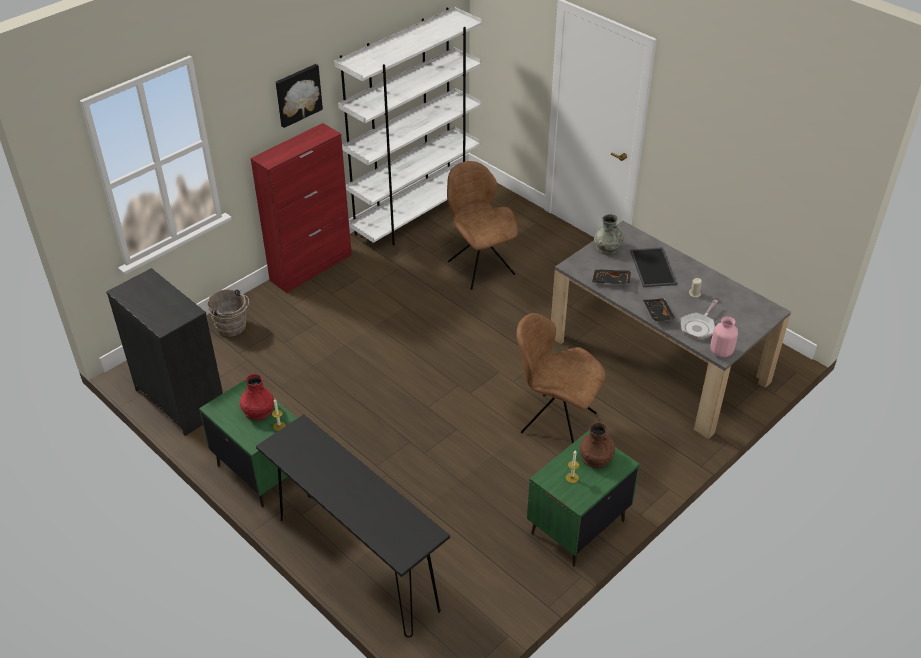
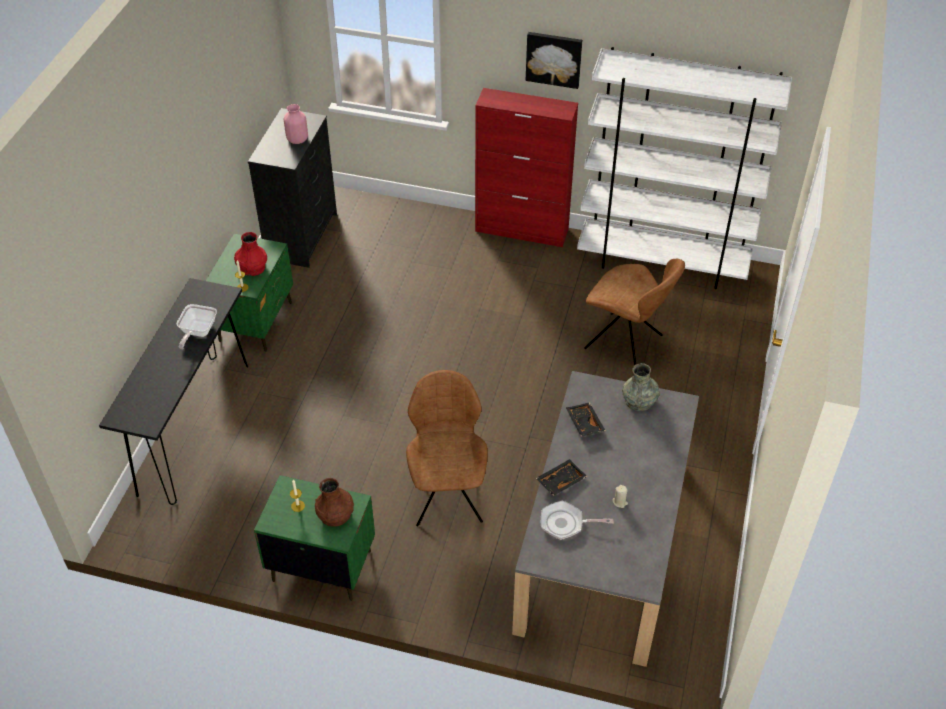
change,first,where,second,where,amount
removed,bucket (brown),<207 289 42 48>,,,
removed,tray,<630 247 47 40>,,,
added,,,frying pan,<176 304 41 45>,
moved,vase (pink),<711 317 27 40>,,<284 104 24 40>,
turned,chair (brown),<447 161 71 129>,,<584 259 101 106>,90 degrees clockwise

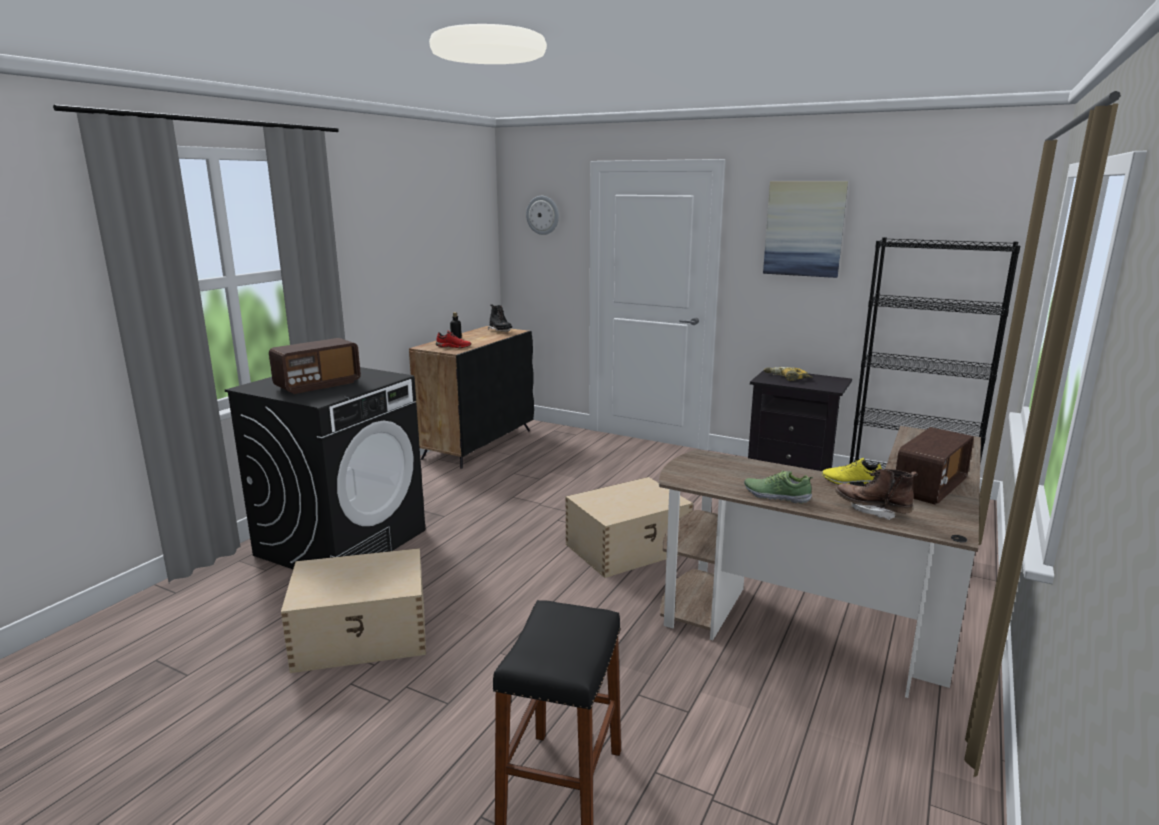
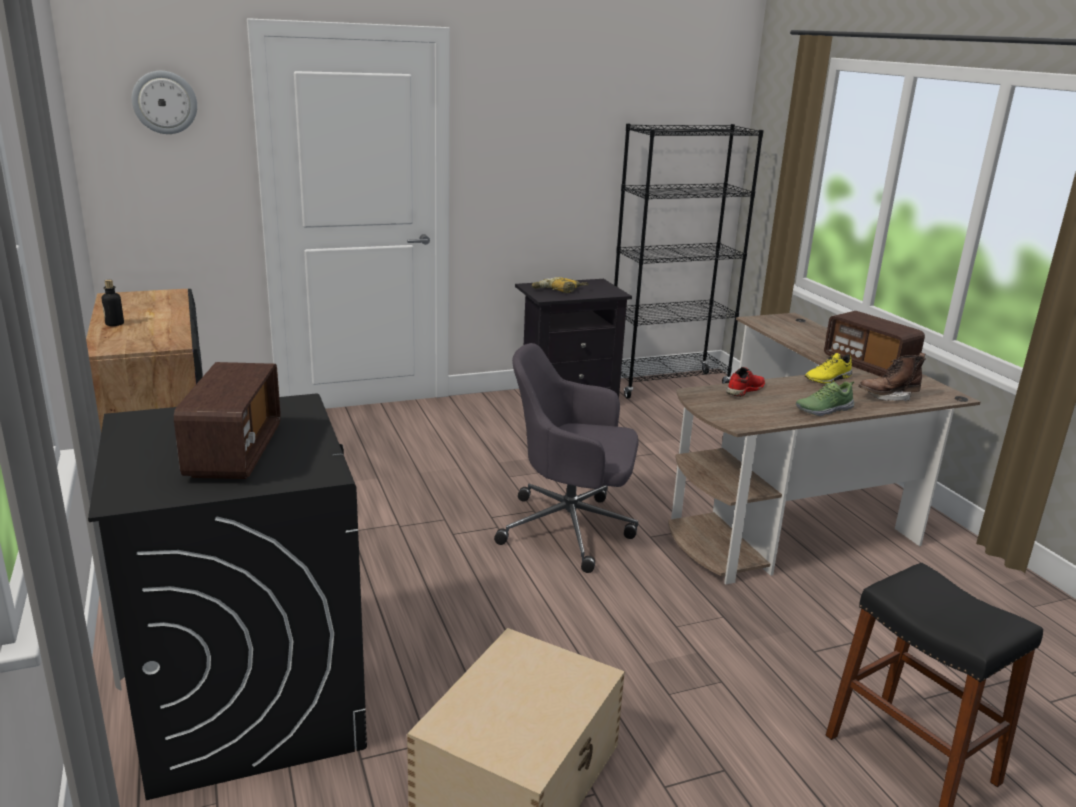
change,first,where,second,where,amount
removed,boot (black),<488 304 24 28>,,,
removed,picture,<763 181 85 97>,,,
moved,shoe (red),<436 331 36 17>,,<726 367 39 30>,
replaced,storage box (beige),<565 477 128 101>,office chair (grey),<494 343 145 230>,
turned,radio,<896 427 78 78>,,<824 311 101 66>,150 degrees clockwise

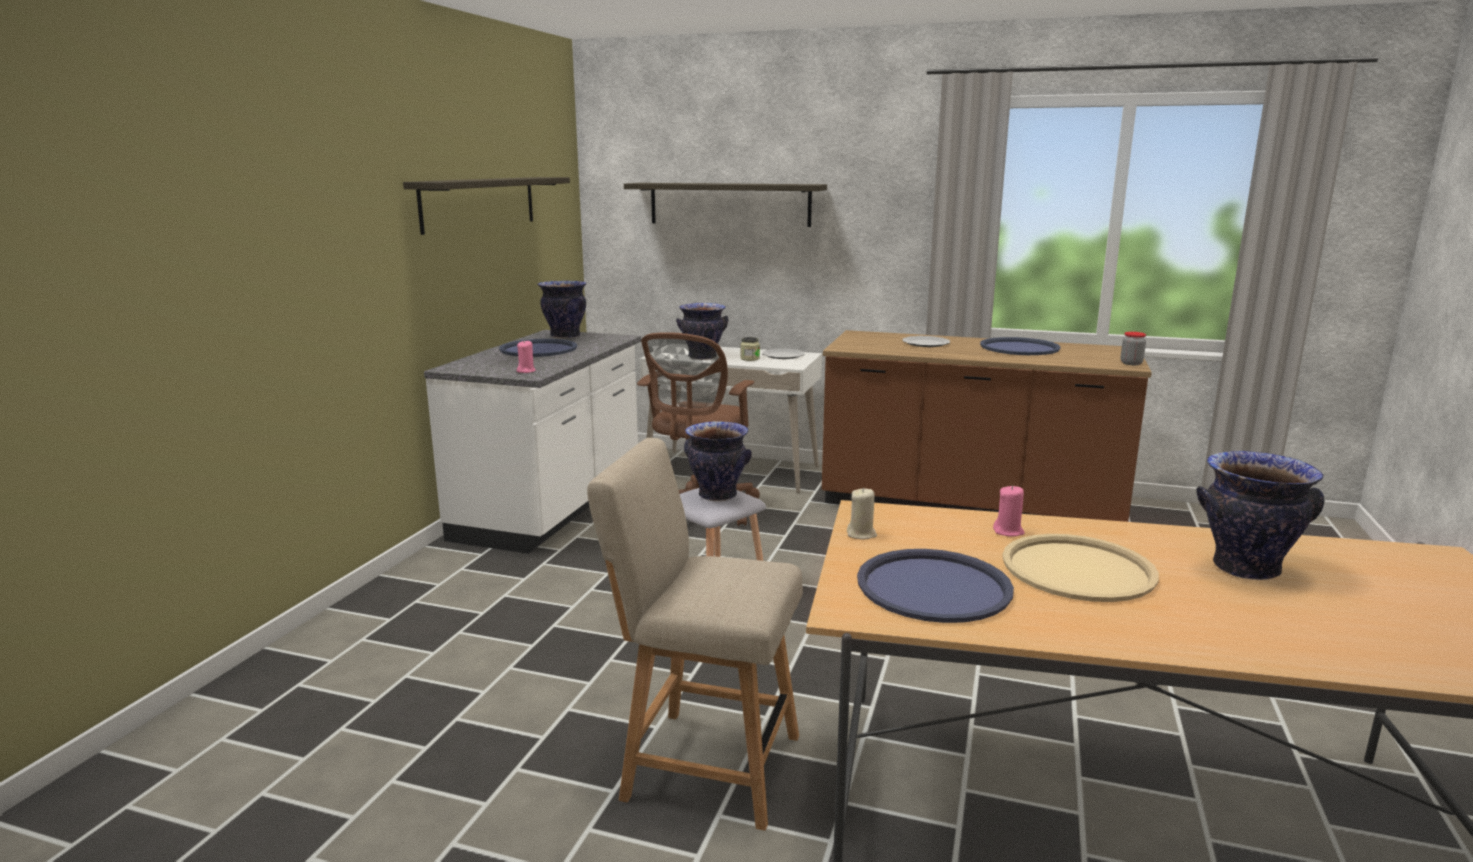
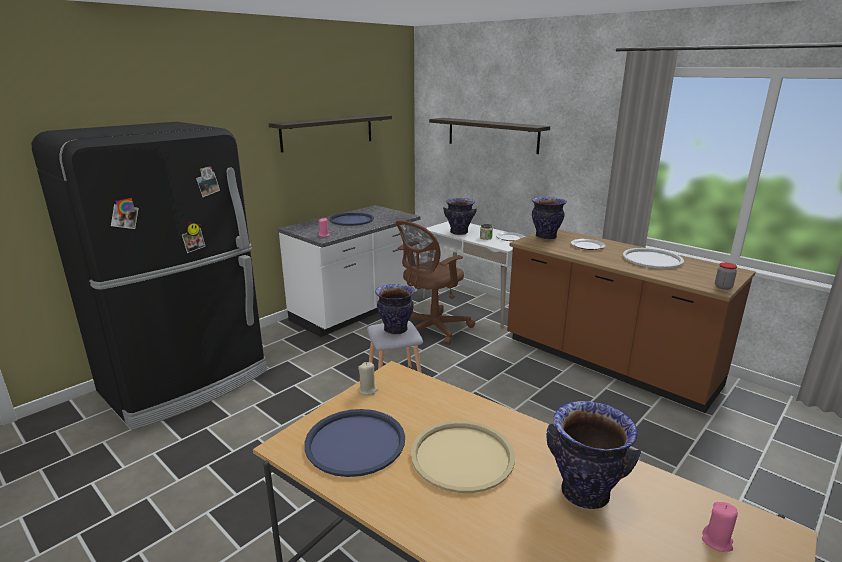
change,first,where,second,where,amount
removed,chair (beige),<587 438 216 393>,,,
added,,,fridge (black),<32 122 235 308>,
moved,vase,<537 281 50 58>,,<532 197 35 43>,
moved,candle (pink),<993 485 32 52>,,<702 502 36 50>,
recoloured,tray (blue),<980 337 81 18>,tray (white),<623 248 61 21>,

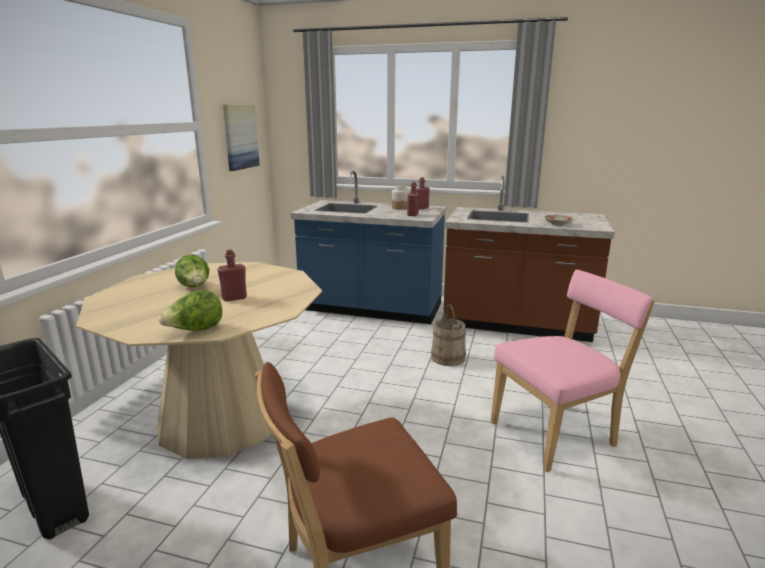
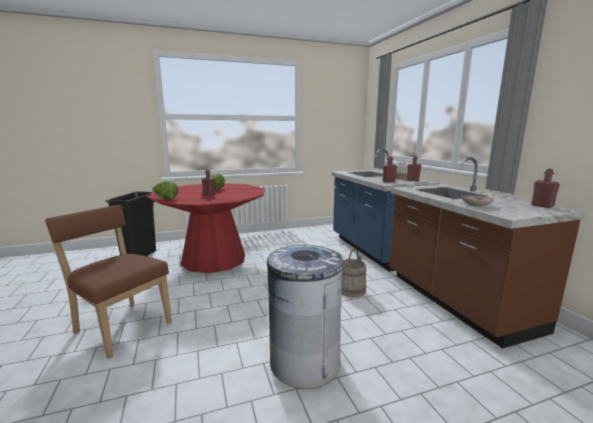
change,first,where,second,where,amount
removed,picture,<223 105 37 66>,,,
added,,,bottle (red),<531 169 29 39>,
replaced,chair (pink),<491 270 164 202>,trash can (grey),<267 245 77 144>,
recoloured,dining table (beige),<76 262 246 197>,dining table (red),<147 183 117 90>,

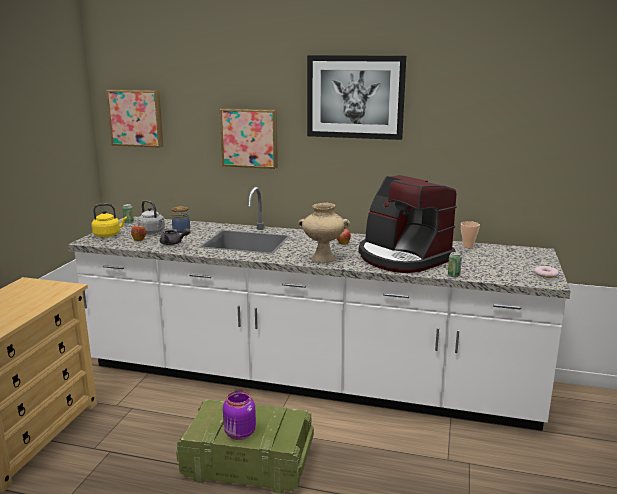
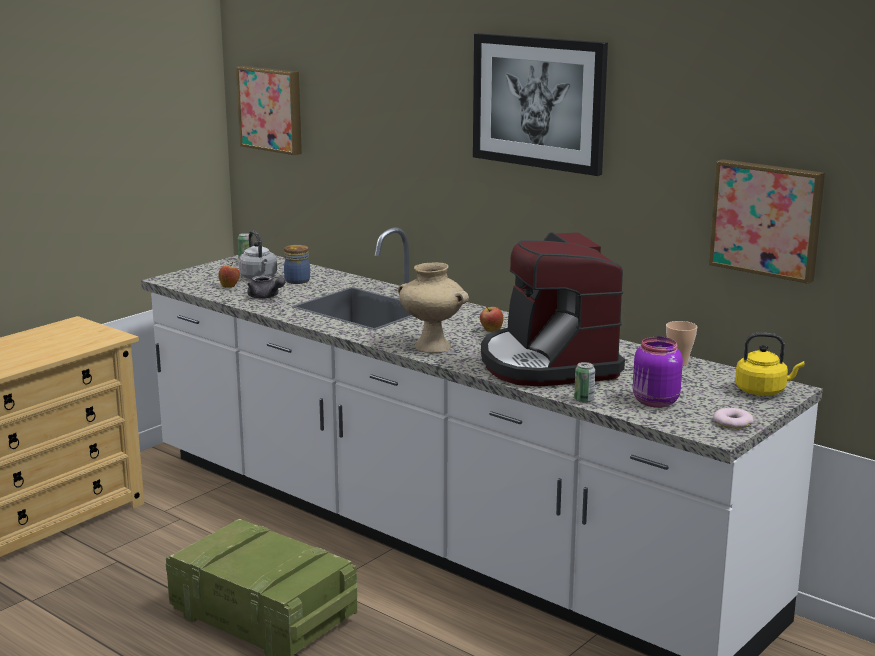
change,first,where,second,where,amount
moved,kettle (yellow),<91 203 36 34>,,<735 333 70 63>,
moved,picture,<220 108 58 61>,,<709 159 116 125>,
moved,jar (purple),<223 391 33 49>,,<633 336 50 72>,

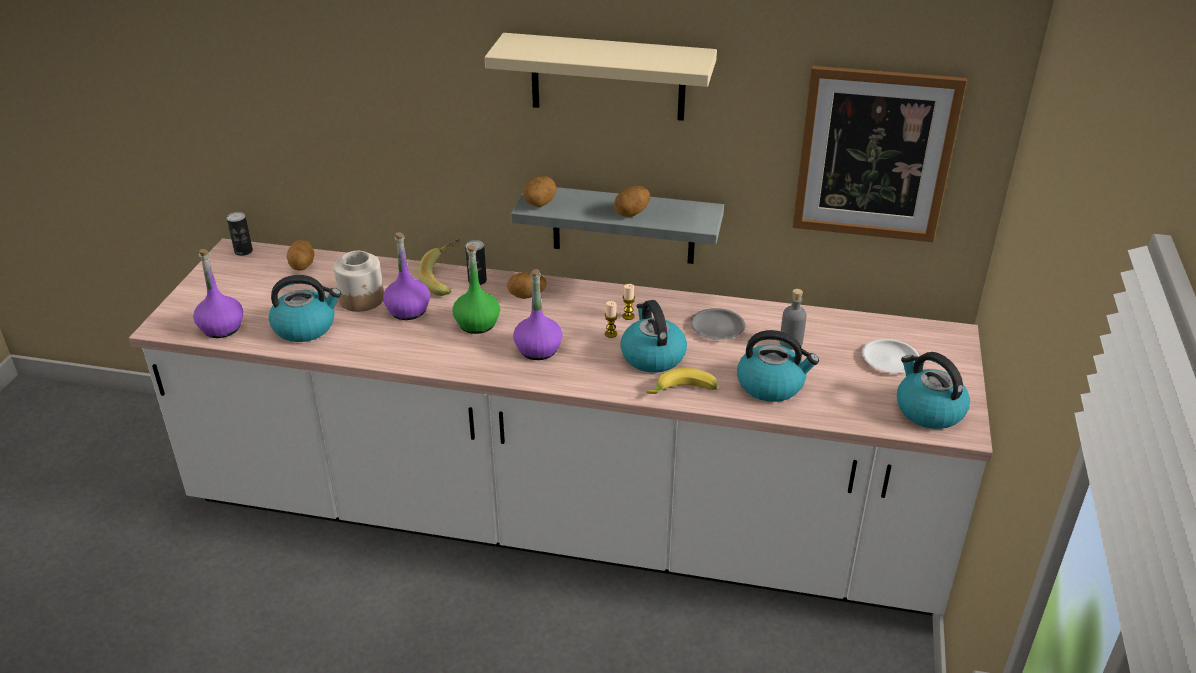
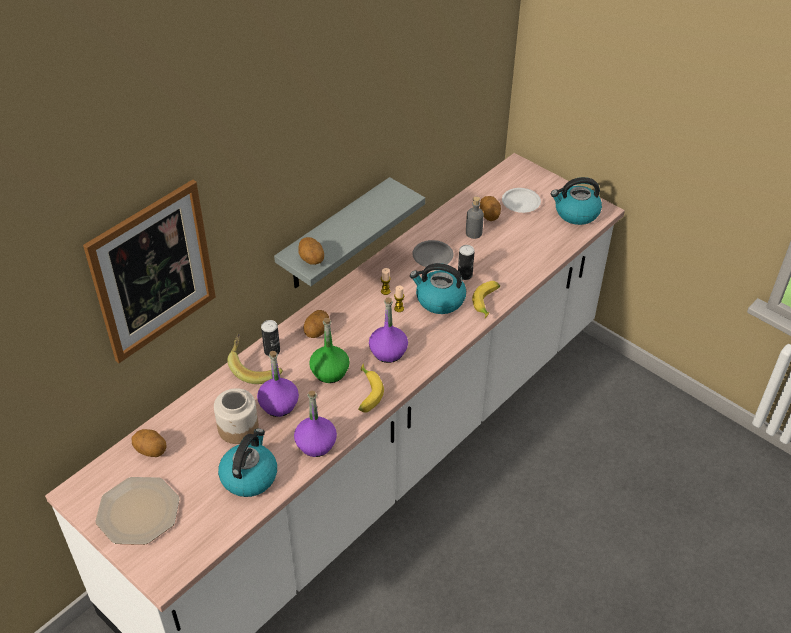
change,first,where,second,where,amount
removed,shelf (beige),<485 33 232 88>,,,
removed,kettle,<737 330 82 72>,,,
added,,,plate,<95 477 85 68>,
added,,,banana,<358 364 26 49>,
moved,bottle (purple),<193 249 50 89>,,<294 391 43 66>,
moved,can,<227 212 26 44>,,<458 245 17 35>,
moved,potato,<614 186 36 31>,,<480 196 21 25>,
moved,picture,<792 66 175 176>,,<83 180 133 183>,

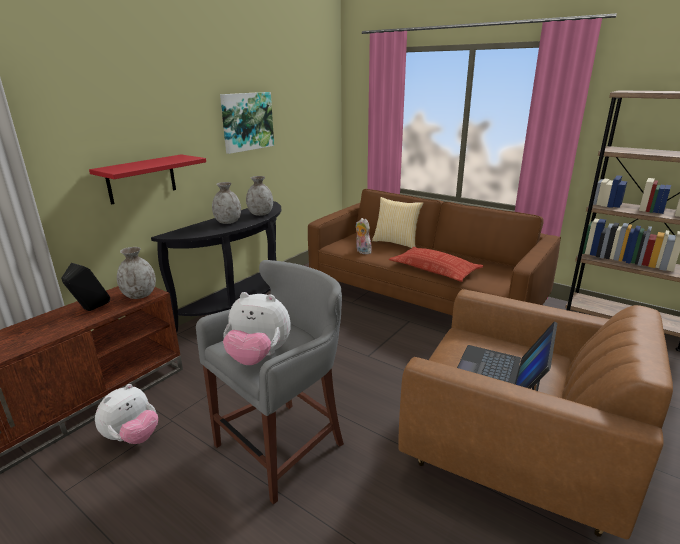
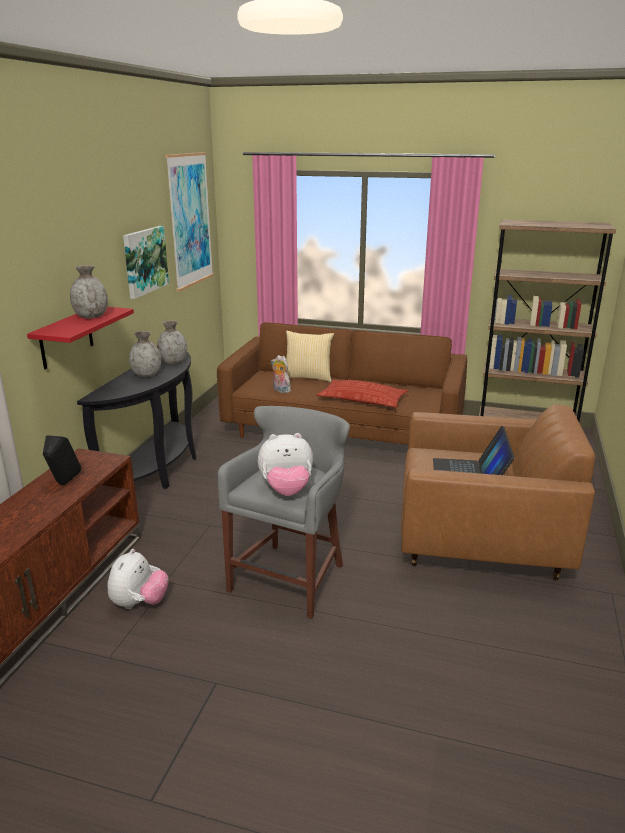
change,first,where,second,where,amount
added,,,picture,<165 152 49 140>,
moved,vase (grey),<117 247 39 52>,,<70 265 38 53>,

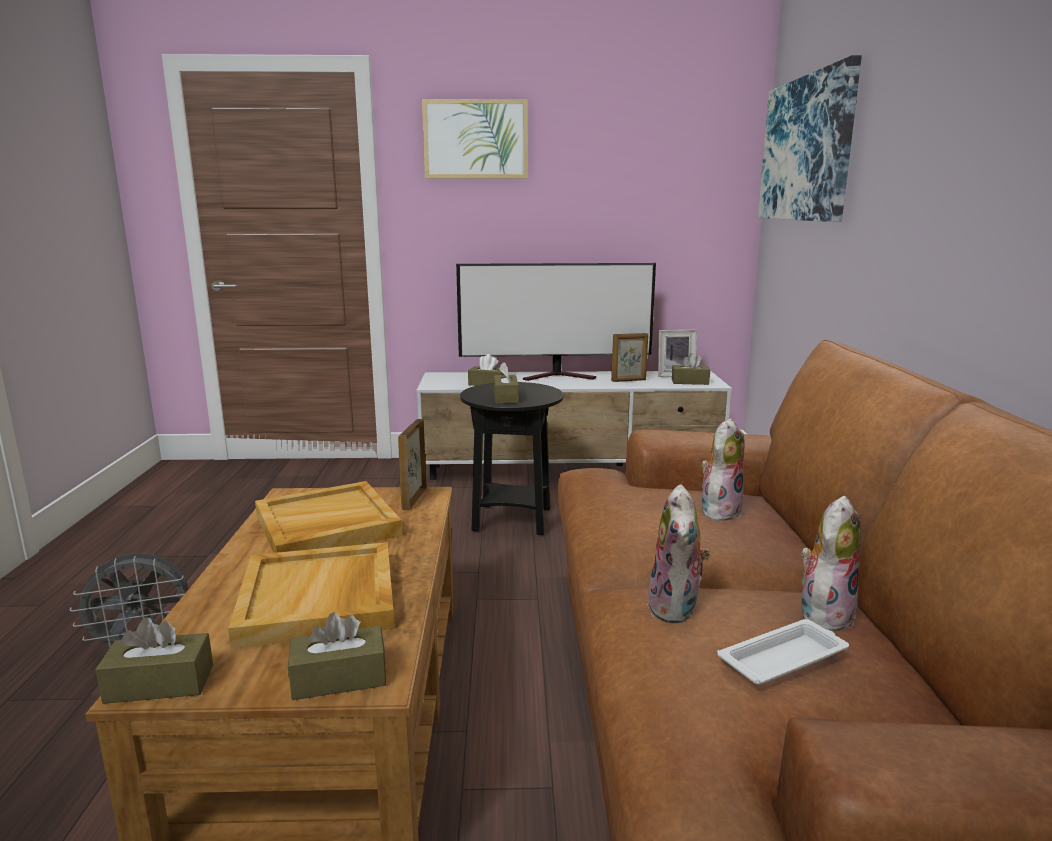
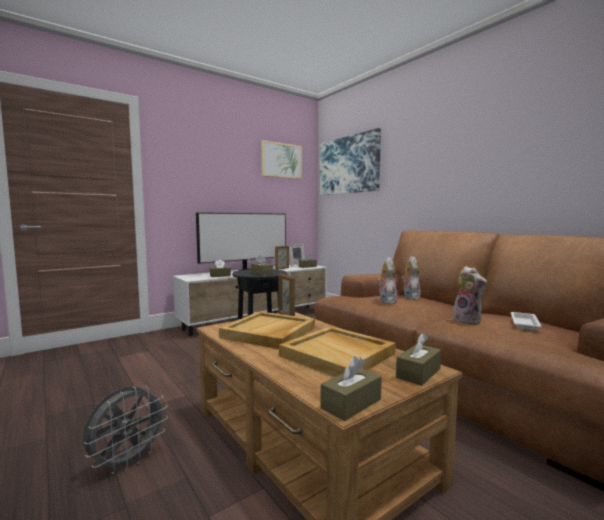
change,first,where,second,where,amount
moved,picture,<422 99 106 80>,,<261 140 41 39>,
moved,plush toy,<799 496 62 135>,,<377 257 21 47>,

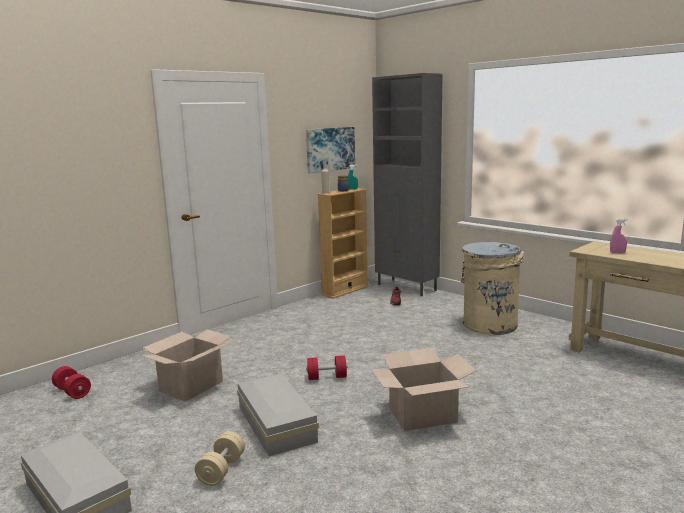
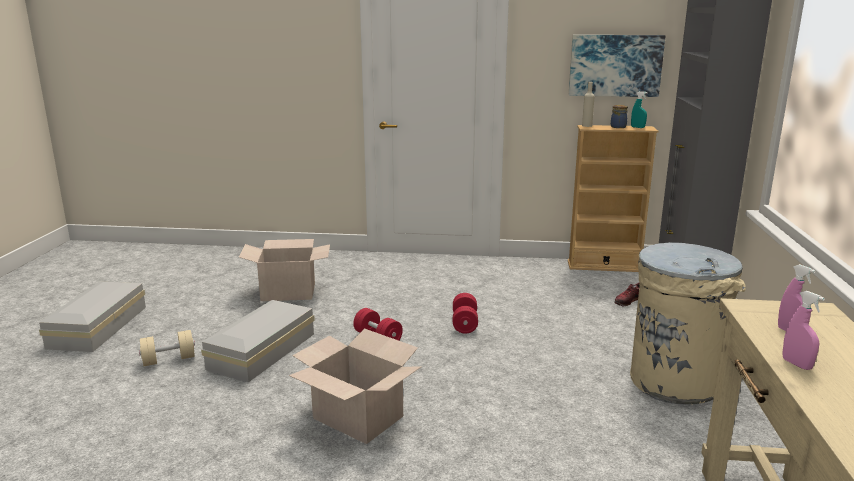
change,first,where,second,where,amount
added,,,spray bottle (pink),<783 291 42 79>,
moved,dumbbell (red),<52 366 39 33>,,<453 293 25 41>,

